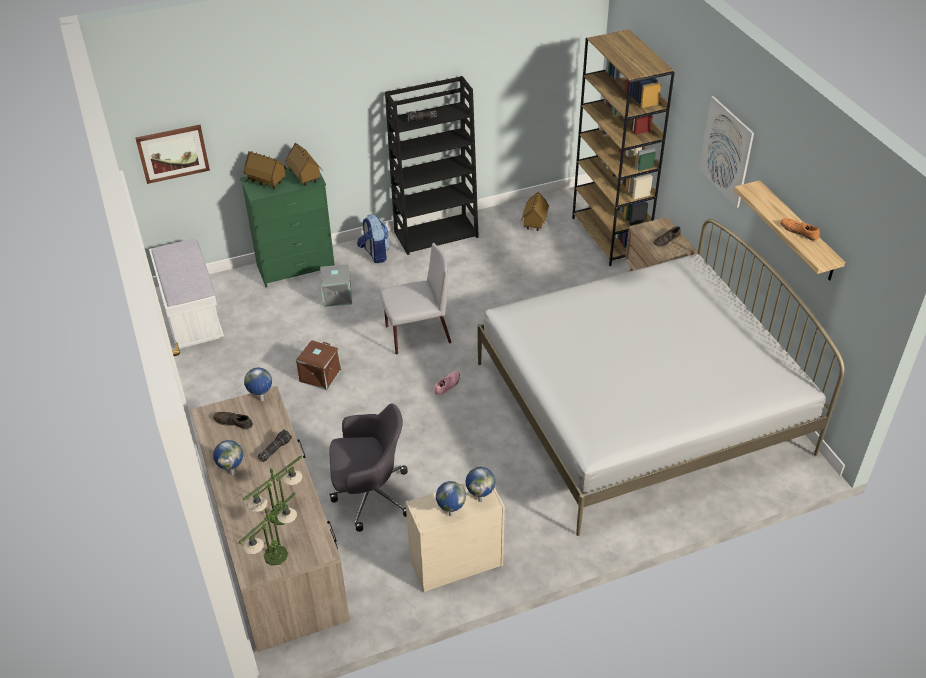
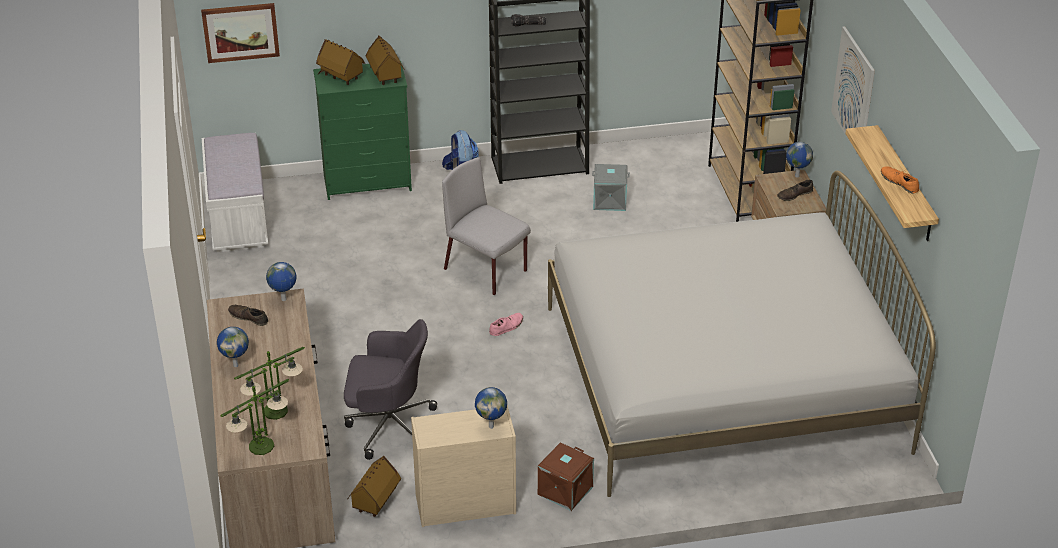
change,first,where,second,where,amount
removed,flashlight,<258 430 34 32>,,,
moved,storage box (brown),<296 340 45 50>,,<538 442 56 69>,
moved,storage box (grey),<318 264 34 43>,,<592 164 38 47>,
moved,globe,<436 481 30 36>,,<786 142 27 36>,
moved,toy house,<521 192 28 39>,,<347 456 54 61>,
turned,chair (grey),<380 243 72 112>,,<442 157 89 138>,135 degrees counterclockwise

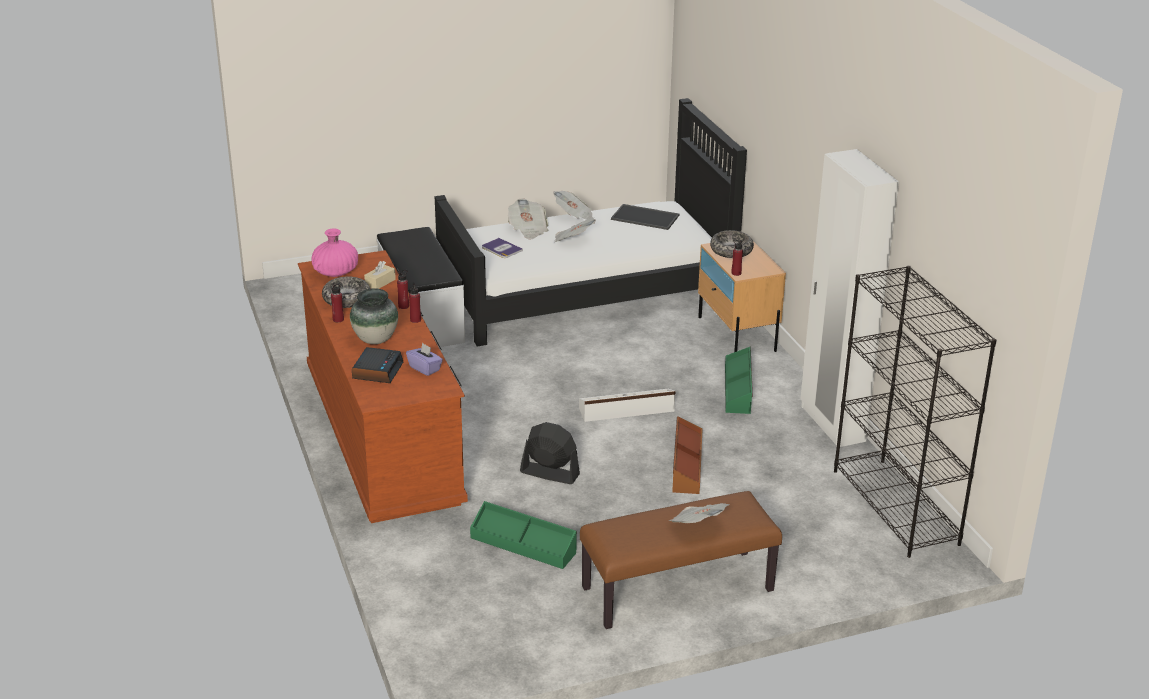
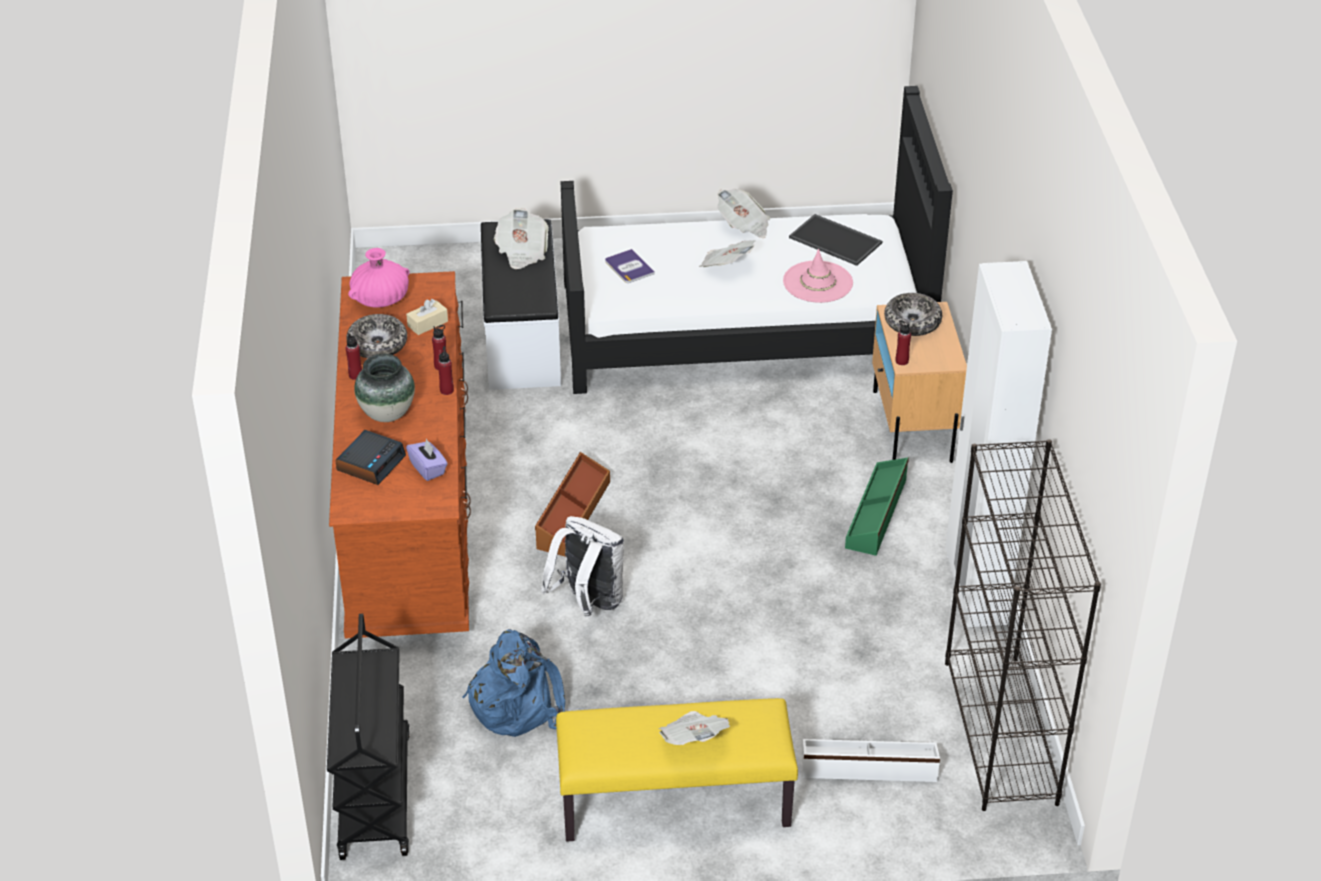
change,first,where,second,where,amount
added,,,cart (black),<327 614 83 246>,
added,,,hat (pink),<783 249 70 54>,
moved,newspaper,<508 198 41 42>,,<494 208 55 61>,
moved,storage box (white),<579 389 96 33>,,<802 739 138 43>,
moved,storage box (brown),<672 416 31 78>,,<535 452 75 105>,
replaced,storage box (green),<470 501 107 68>,backpack (blue),<462 629 103 108>,
replaced,fan (black),<520 422 60 62>,backpack (white),<541 516 83 102>,
recoloured,bench (brown),<580 491 202 138>,bench (yellow),<556 698 242 143>,

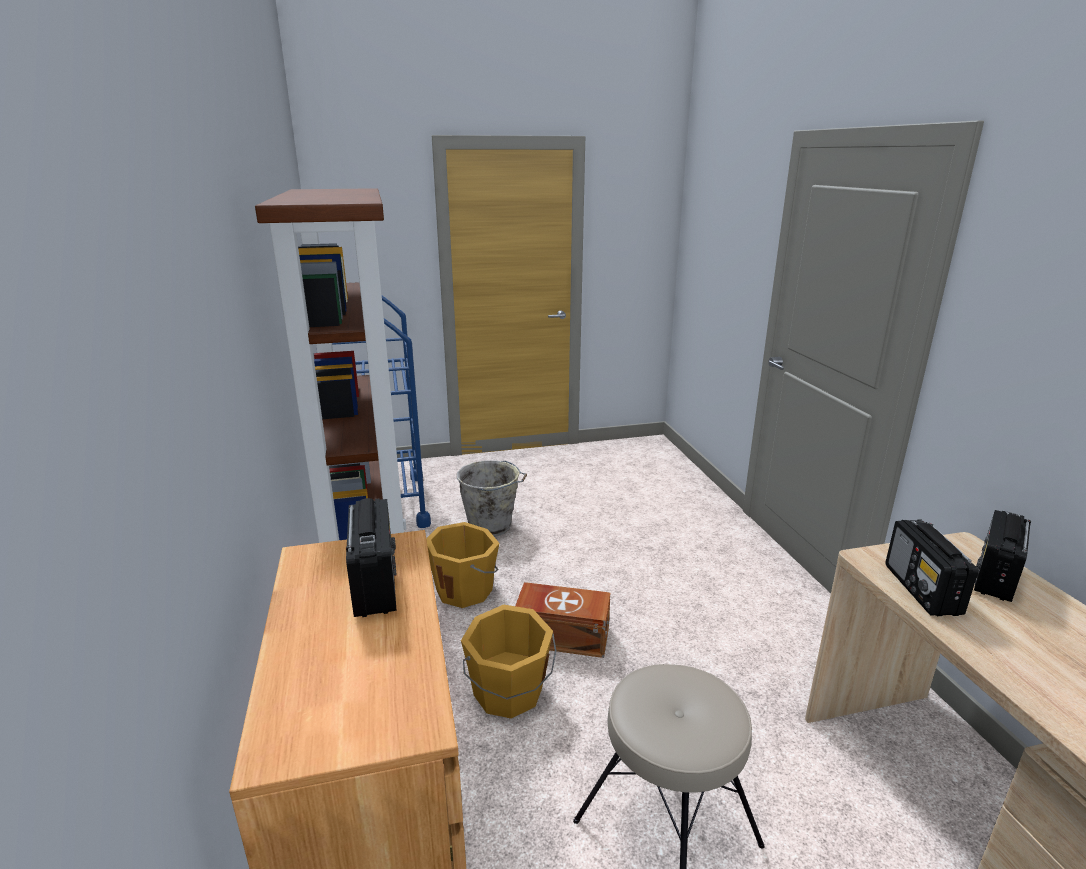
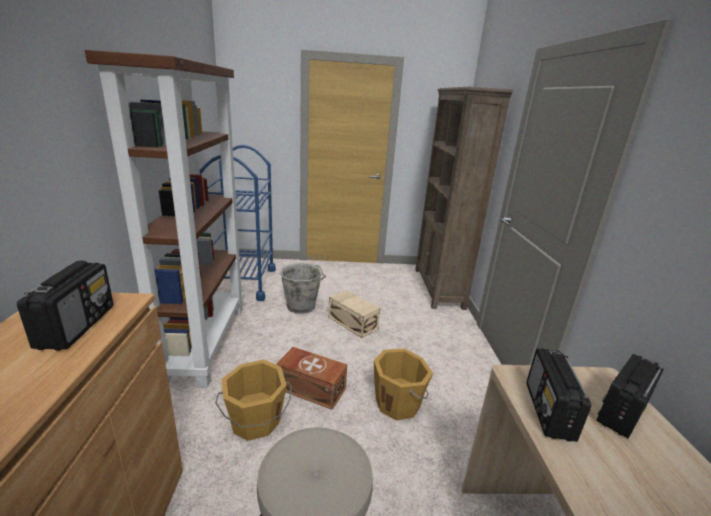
change,first,where,second,where,amount
added,,,storage box (beige),<328 290 52 48>,
added,,,bookcase (brown),<415 87 98 223>,
moved,bucket (orange),<426 522 73 86>,,<374 349 59 72>,

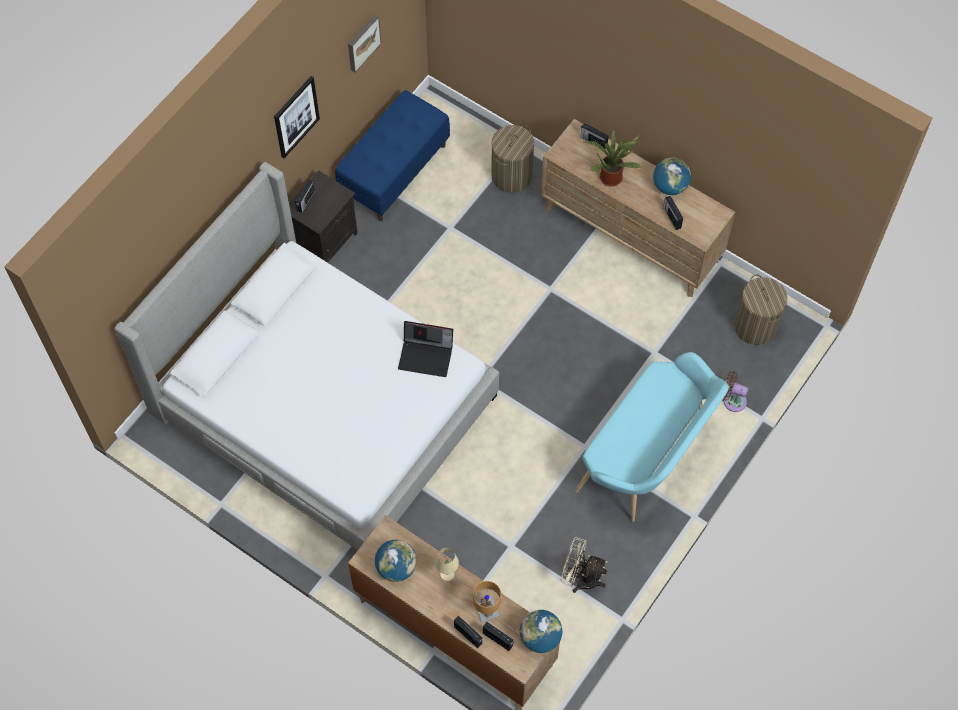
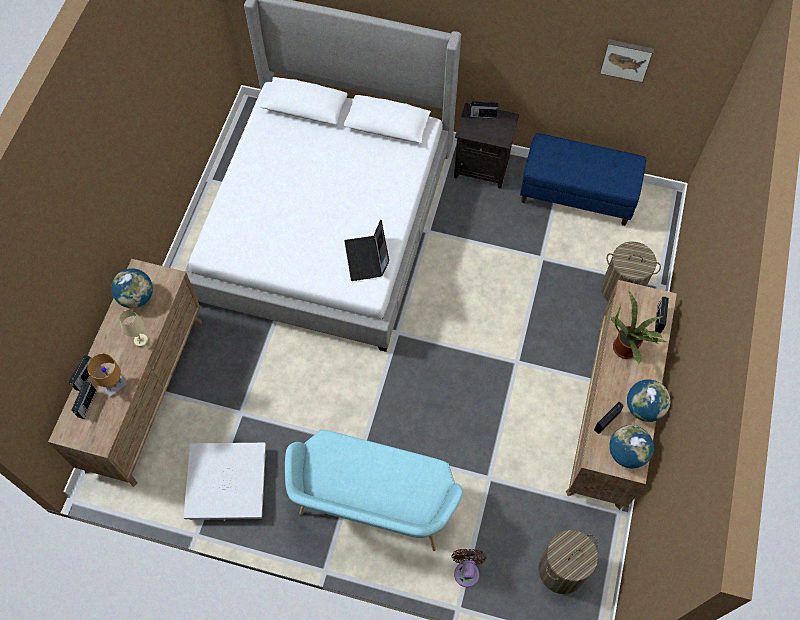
change,first,where,second,where,amount
removed,picture,<274 76 46 82>,,,
moved,globe,<520 610 42 43>,,<609 425 45 43>,
replaced,fan (beige),<560 537 47 56>,storage box (white),<184 443 82 78>,

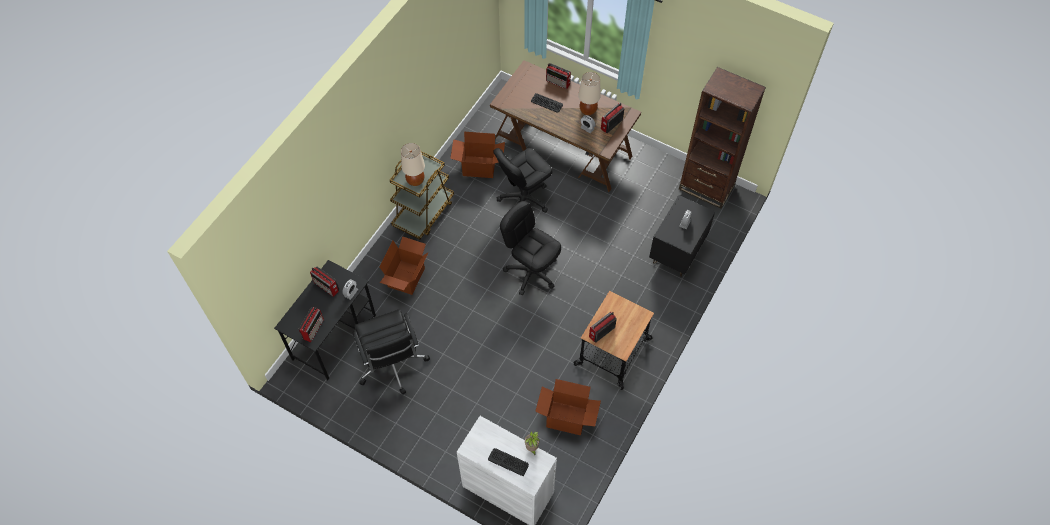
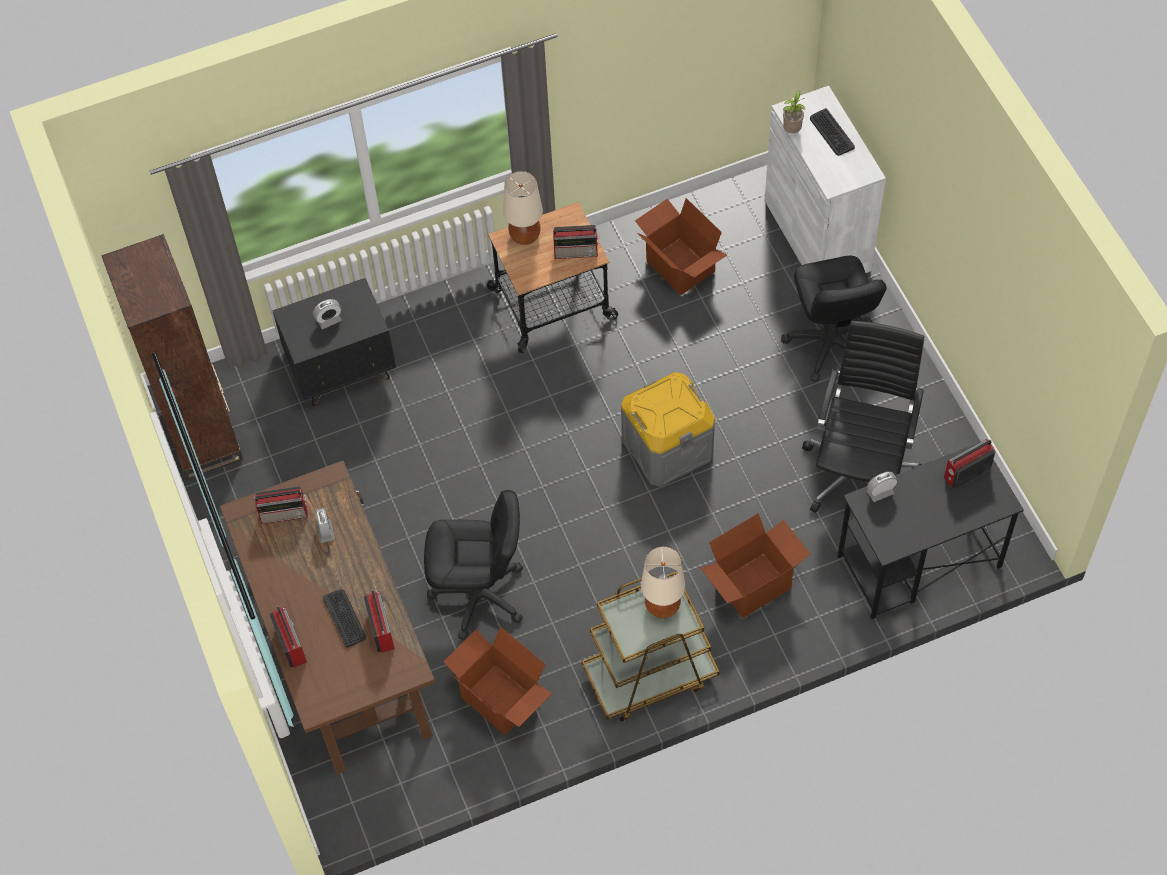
change,first,where,second,where,amount
added,,,storage box (grey),<621 372 94 115>,
moved,radio,<310 267 29 30>,,<364 590 31 63>,
moved,office chair (black),<500 201 61 94>,,<781 256 105 126>,
moved,table lamp (beige),<578 72 23 43>,,<503 171 40 74>,

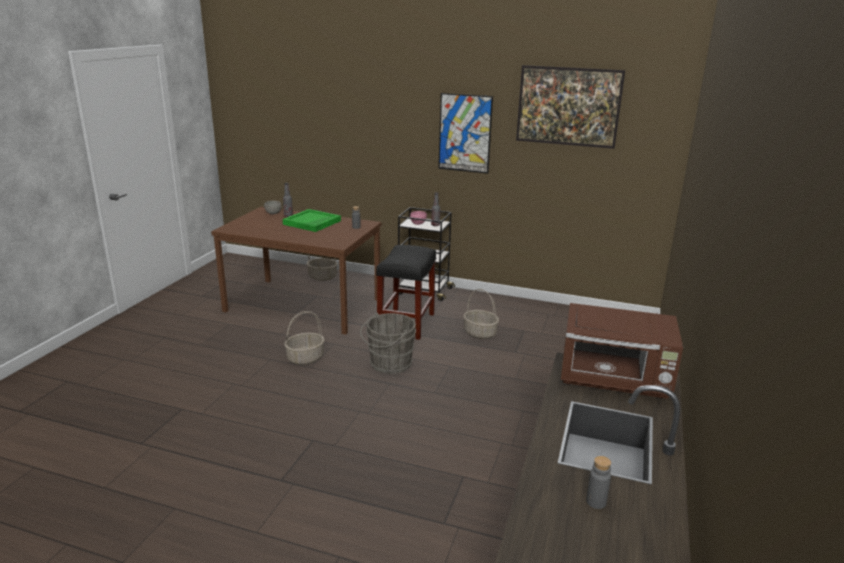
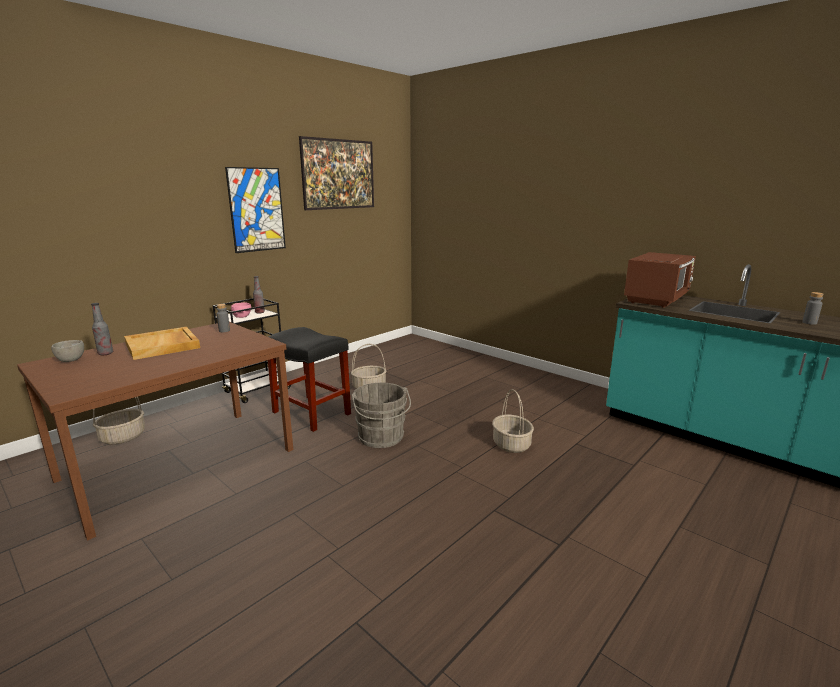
change,first,where,second,where,amount
moved,basket,<284 311 41 54>,,<492 389 42 64>,
recoloured,tray (green),<283 209 58 23>,tray (beige),<124 327 76 33>,

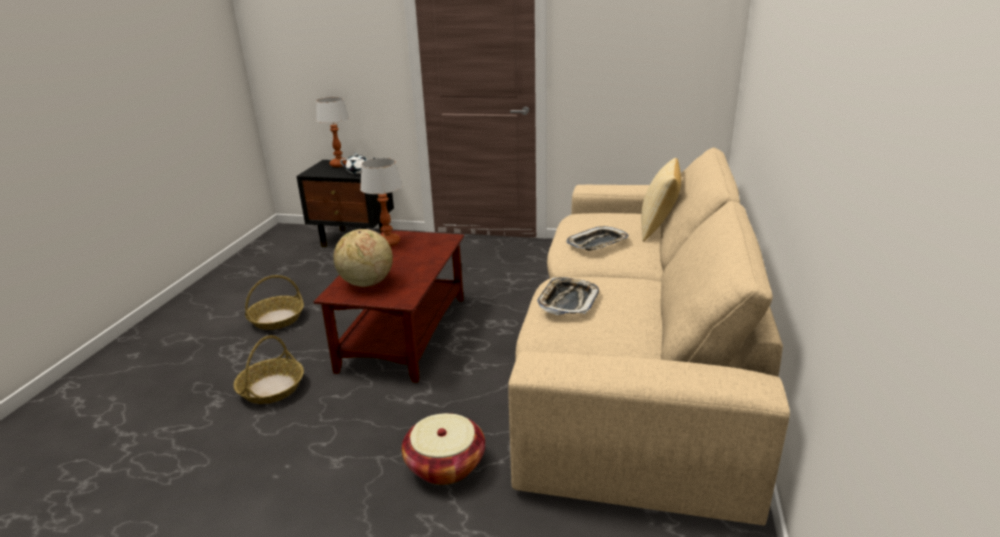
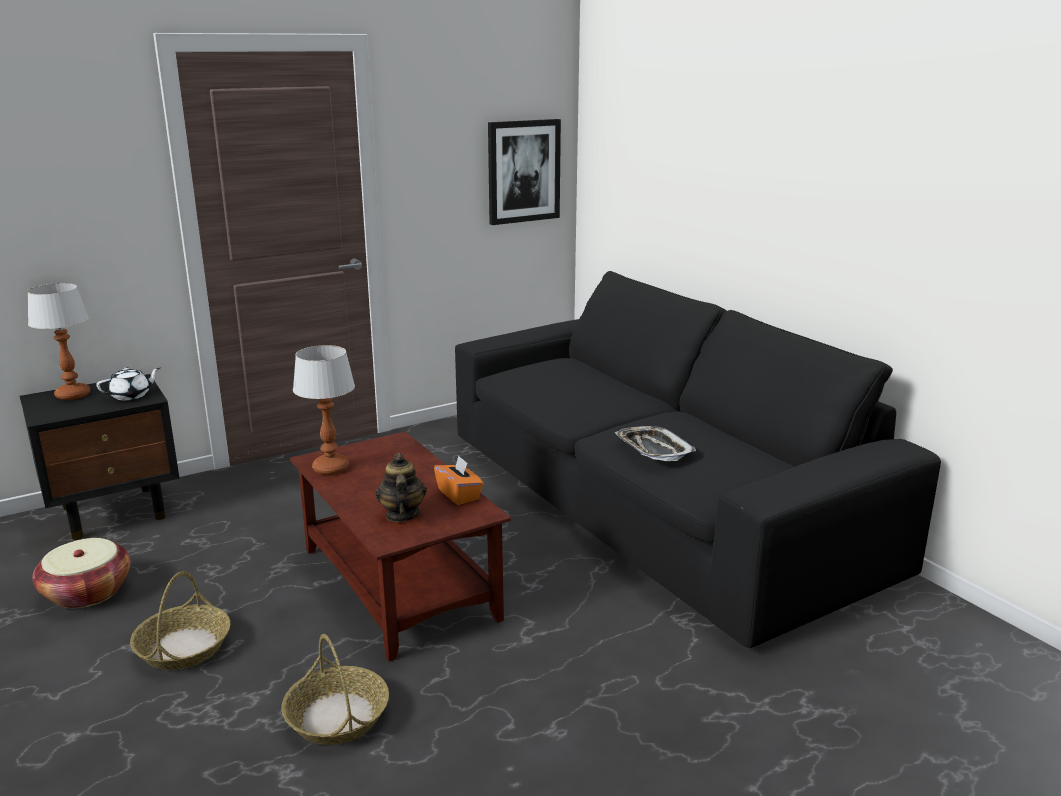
change,first,where,second,where,amount
removed,tray,<566 226 63 25>,,,
removed,pillow,<641 158 40 83>,,,
added,,,tissue box (orange),<434 456 50 49>,
added,,,picture,<488 119 73 106>,
moved,basket,<402 413 83 72>,,<33 538 98 70>,
replaced,globe,<333 229 60 58>,teapot,<375 453 52 69>,
recoloured,sofa (beige),<508 147 282 378>,sofa (black),<455 271 486 377>,

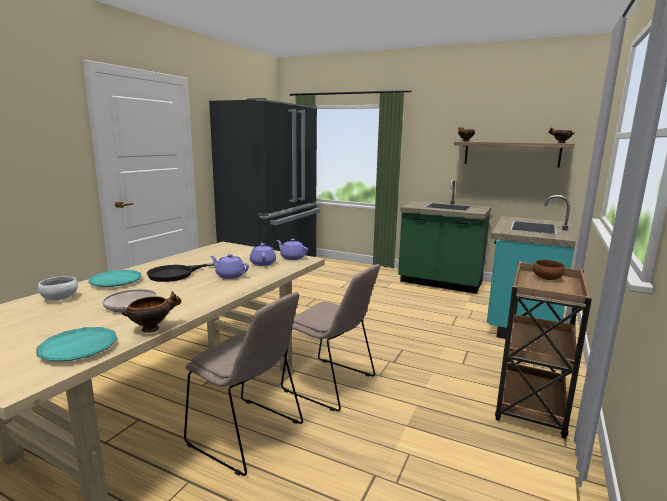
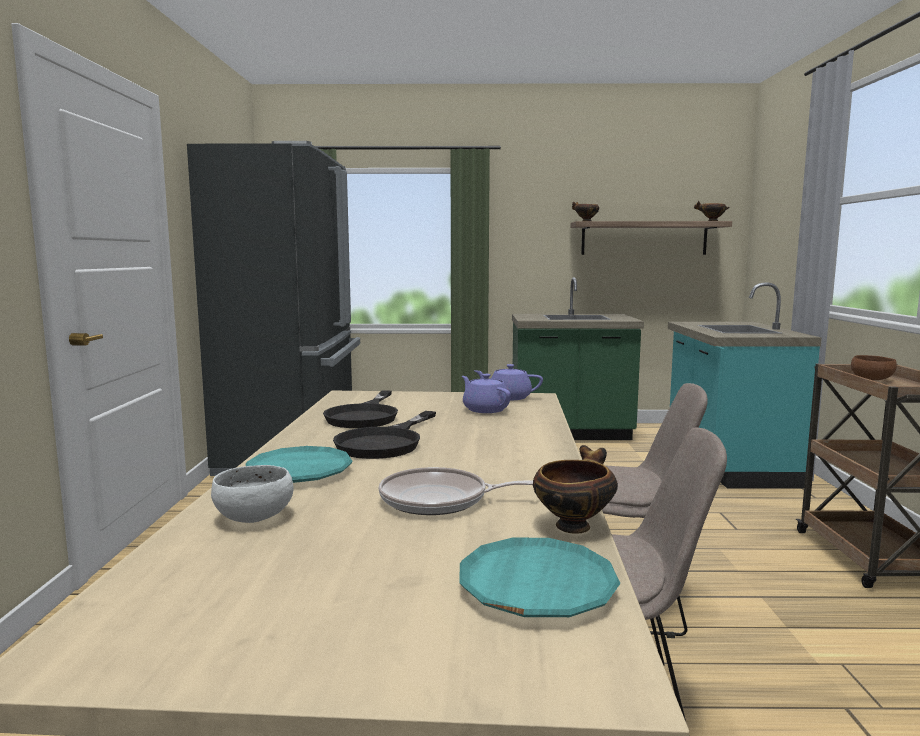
change,first,where,second,where,amount
removed,teapot (purple),<210 254 39 25>,,,
added,,,frying pan (black),<323 390 75 38>,

